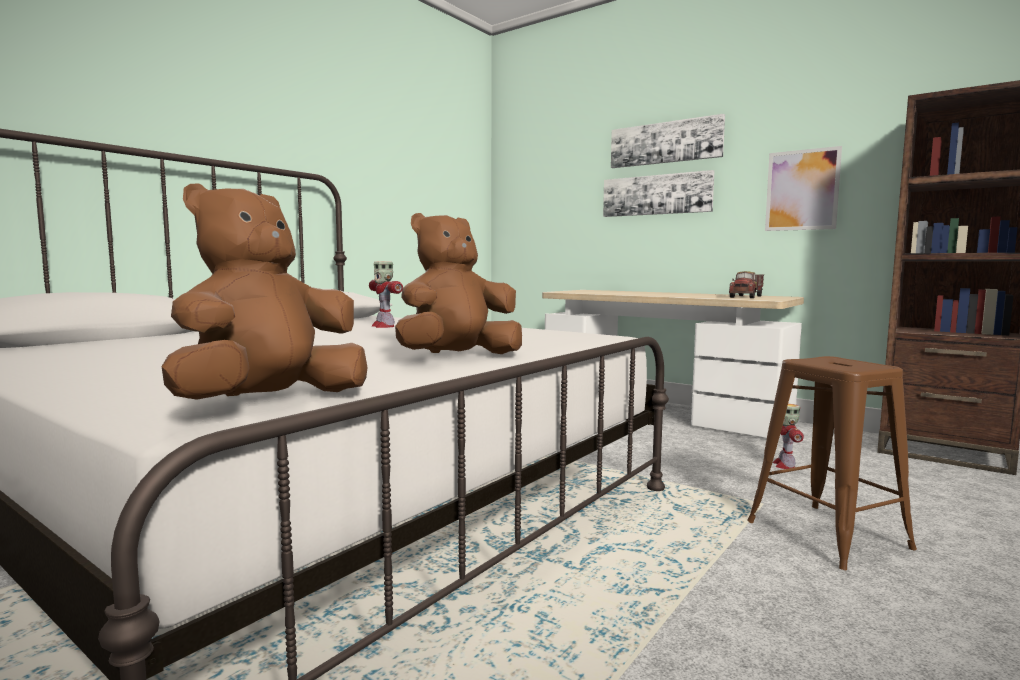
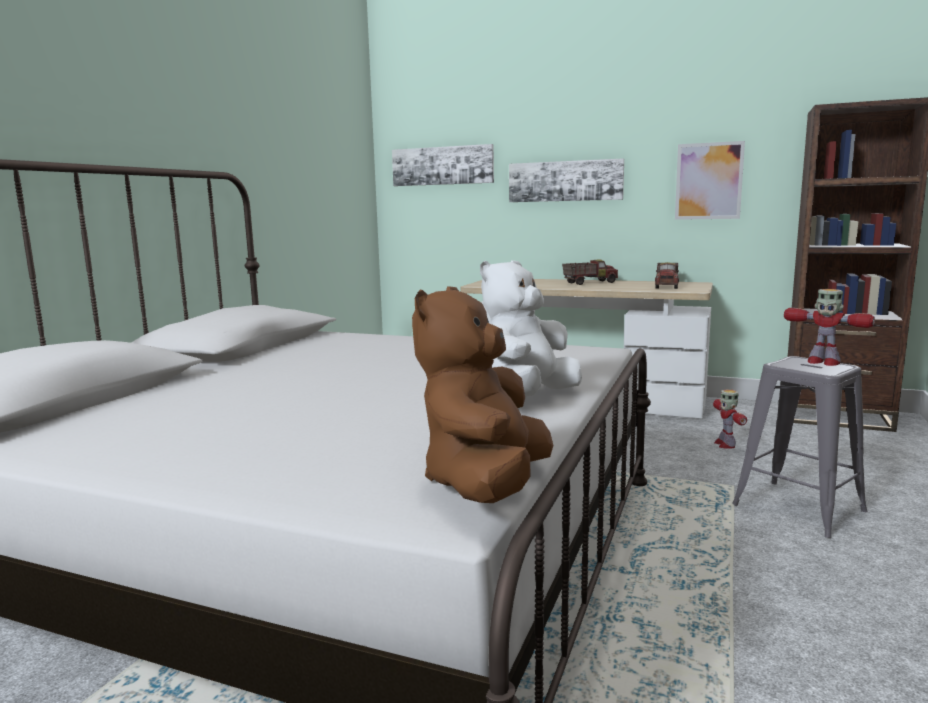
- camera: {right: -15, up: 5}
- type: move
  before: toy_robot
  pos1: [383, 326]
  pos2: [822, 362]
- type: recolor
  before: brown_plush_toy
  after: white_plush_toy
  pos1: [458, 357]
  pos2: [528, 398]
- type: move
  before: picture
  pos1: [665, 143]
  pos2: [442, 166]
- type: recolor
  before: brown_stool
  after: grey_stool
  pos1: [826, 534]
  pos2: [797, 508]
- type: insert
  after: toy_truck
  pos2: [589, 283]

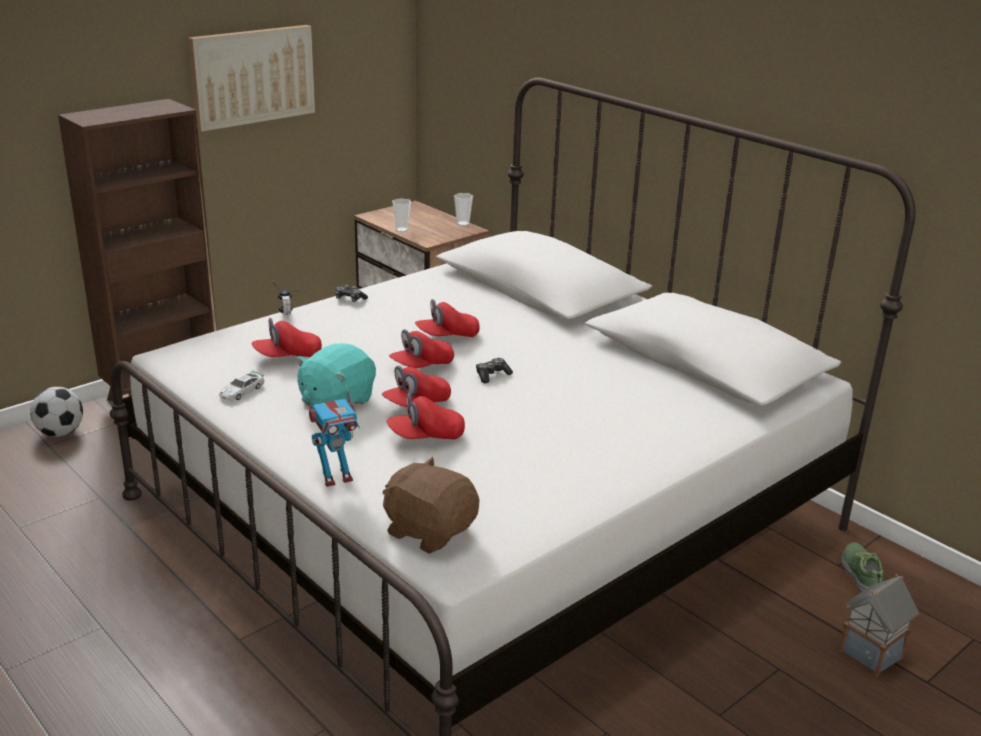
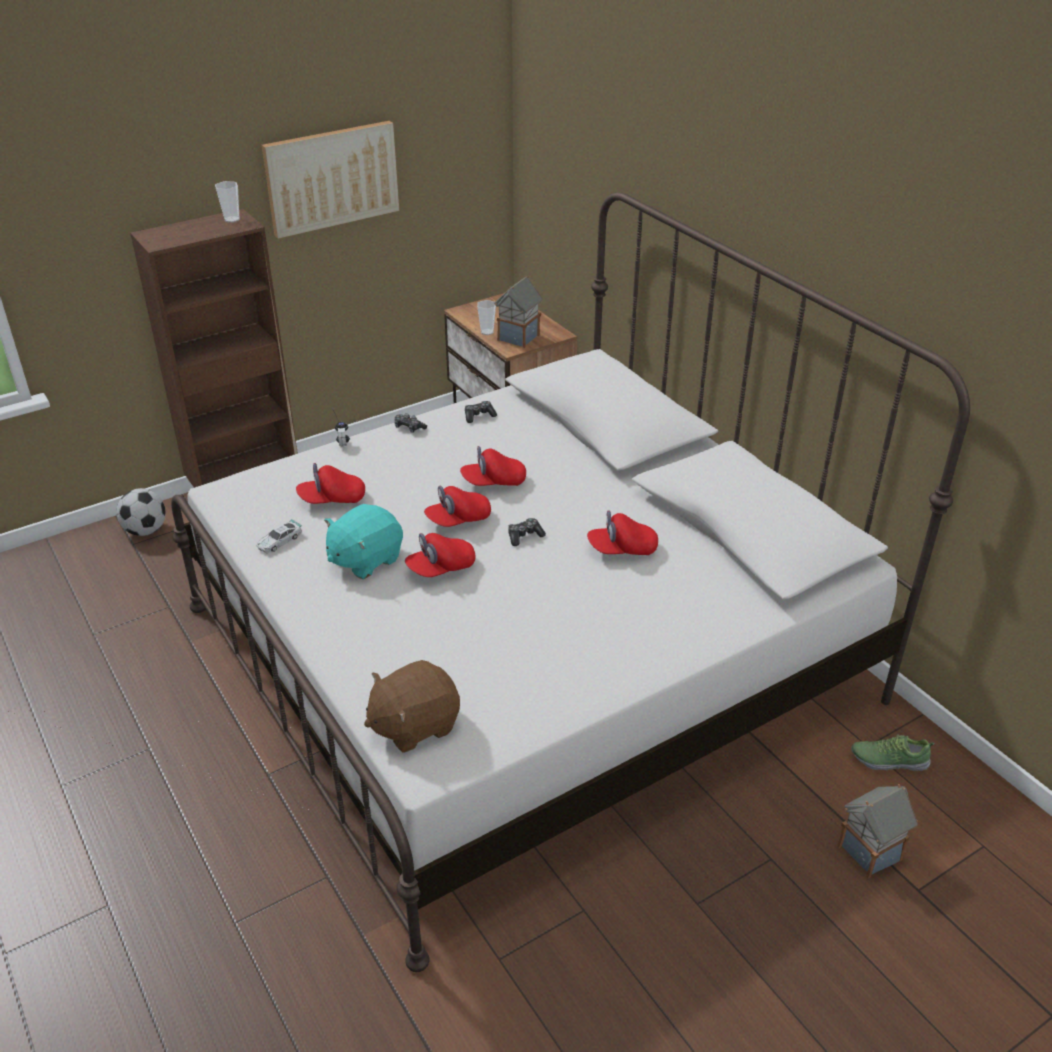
- camera: {right: 10, up: 10}
- type: delete
  before: toy_robot
  pos1: [336, 477]
- type: rotate
  before: brown_plush_toy
  pos1: [429, 531]
  pos2: [414, 725]
  turn: -75
- type: move
  before: red_cap
  pos1: [426, 436]
  pos2: [622, 549]
- type: move
  before: cup
  pos1: [463, 223]
  pos2: [232, 219]
- type: rotate
  before: shoe
  pos1: [862, 575]
  pos2: [888, 760]
  turn: -90
- type: insert
  after: game_controller
  pos2: [479, 416]
- type: insert
  after: toy_house
  pos2: [518, 338]

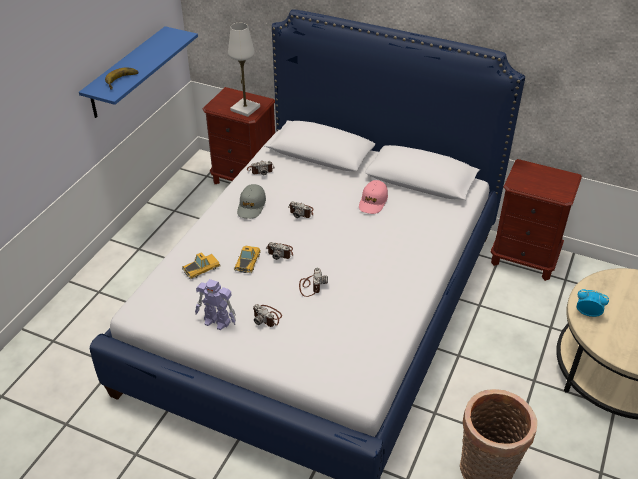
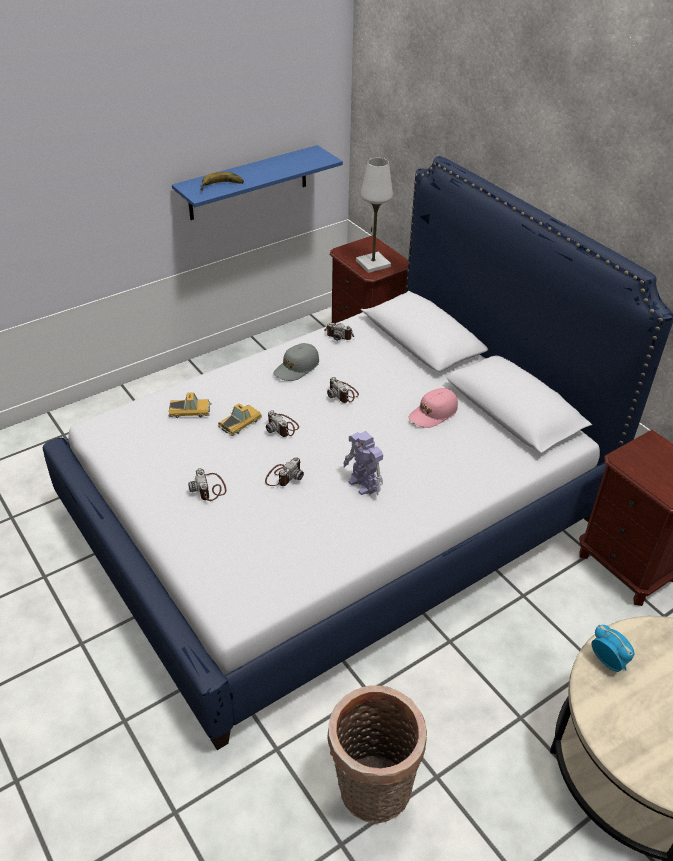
- camera: {right: 30, up: 0}
- type: move
  before: toy_robot
  pos1: [217, 321]
  pos2: [363, 484]

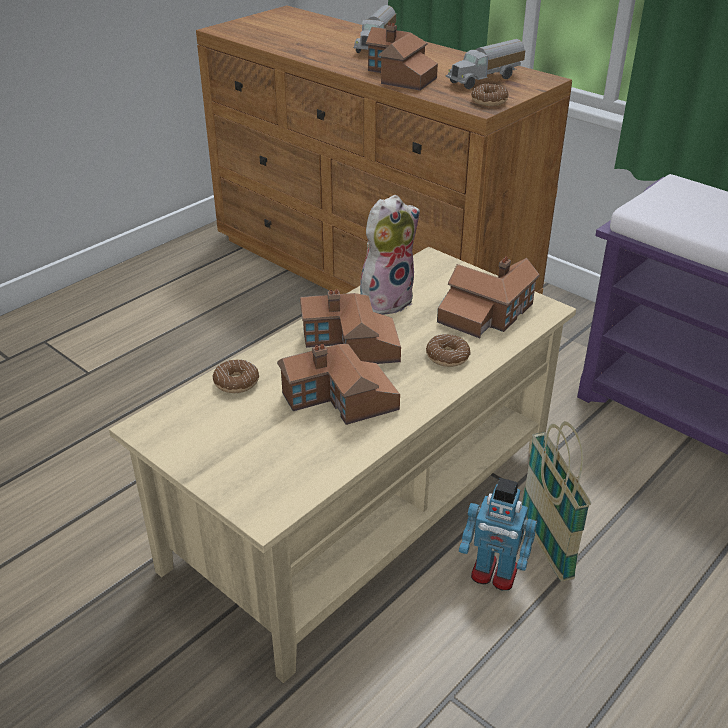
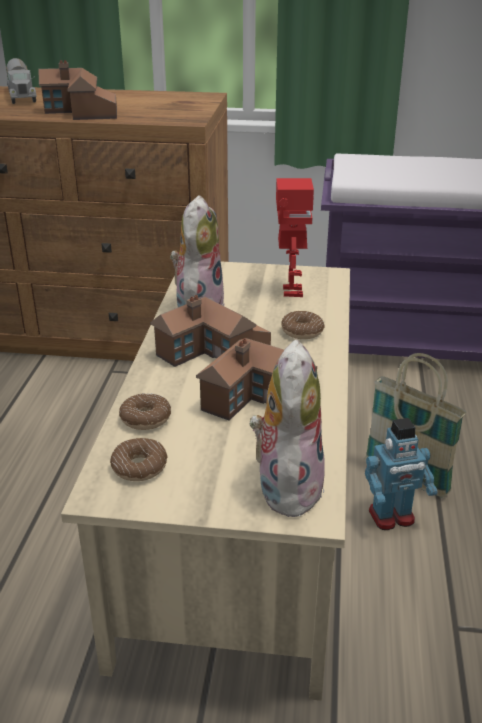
- camera: {right: -35, up: -5}
- type: replace
  before: toy_house
  after: toy_robot
  pos1: [486, 313]
  pos2: [291, 291]
- type: delete
  before: toy_truck
  pos1: [485, 80]
- type: move
  before: donut
  pos1: [489, 101]
  pos2: [139, 467]
- type: insert
  after: plush_toy
  pos2: [286, 485]

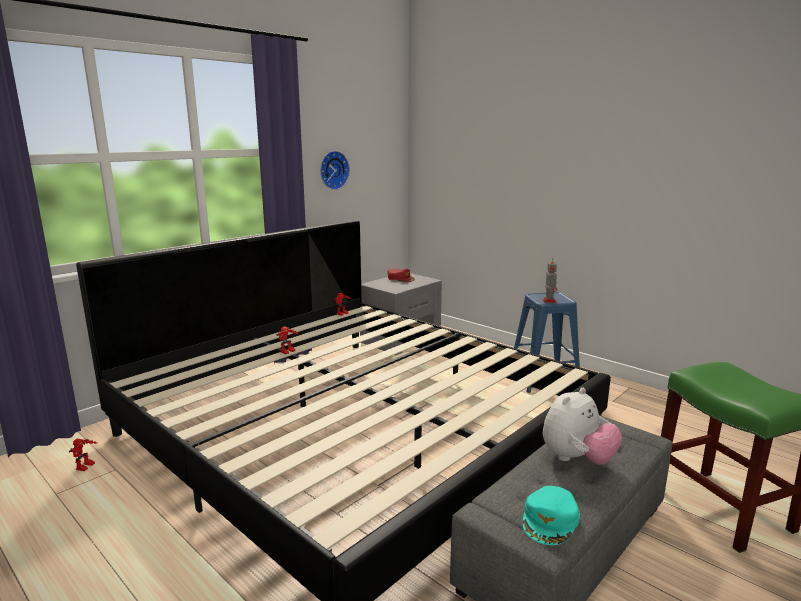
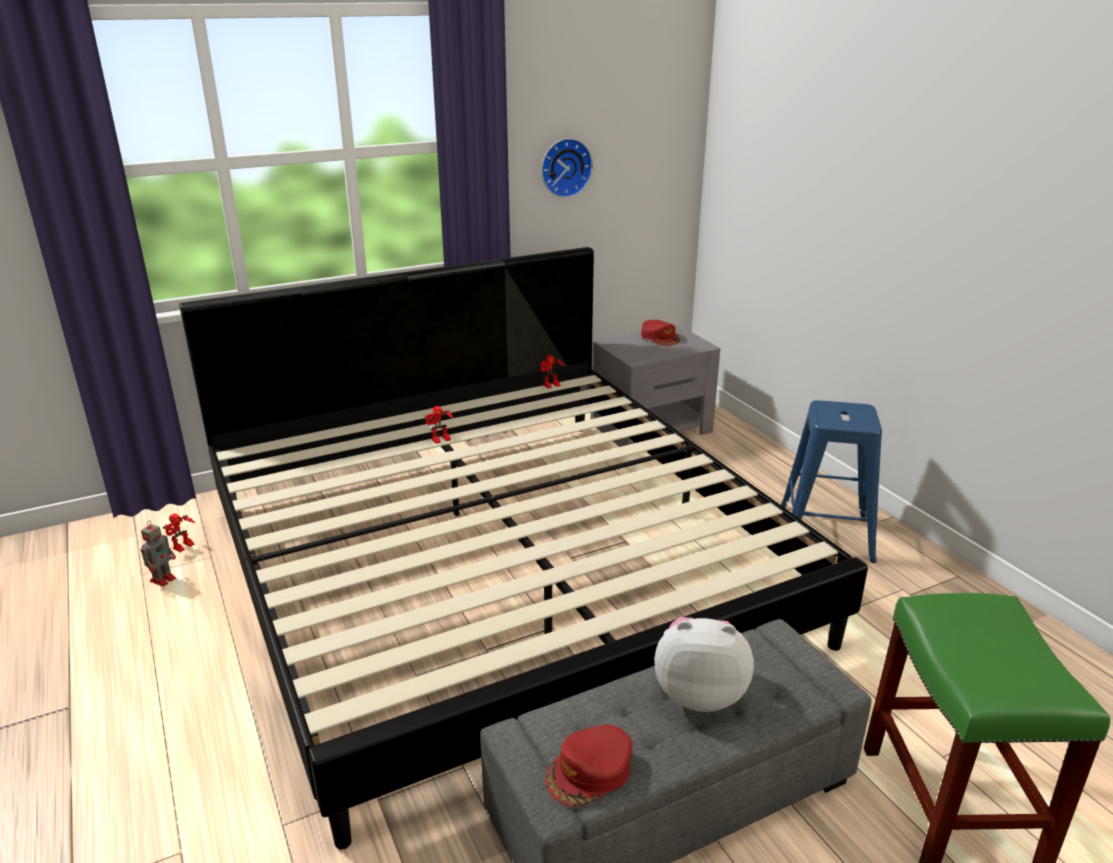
- camera: {right: 20, up: 10}
- type: recolor
  before: turquoise_cap
  after: red_cap
  pos1: [550, 521]
  pos2: [590, 772]
- type: move
  before: toy_robot
  pos1: [549, 300]
  pos2: [164, 579]
- type: rotate
  before: plush_toy
  pos1: [577, 459]
  pos2: [699, 693]
  turn: -150

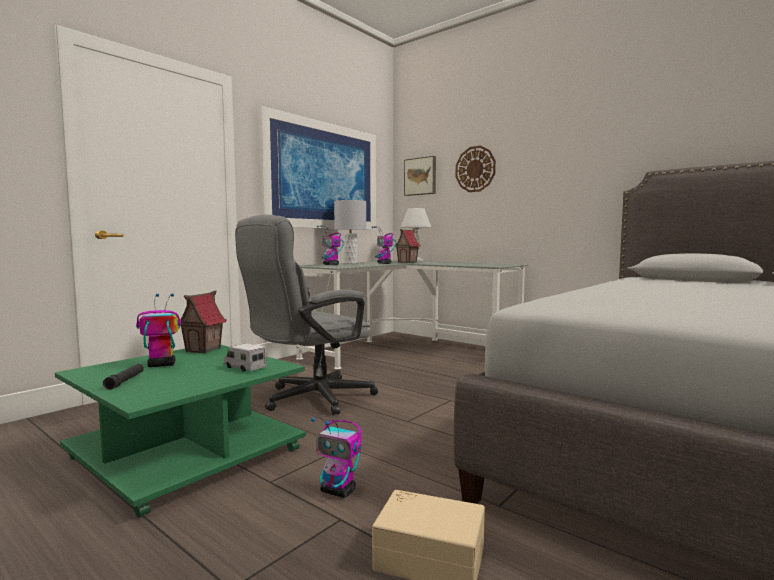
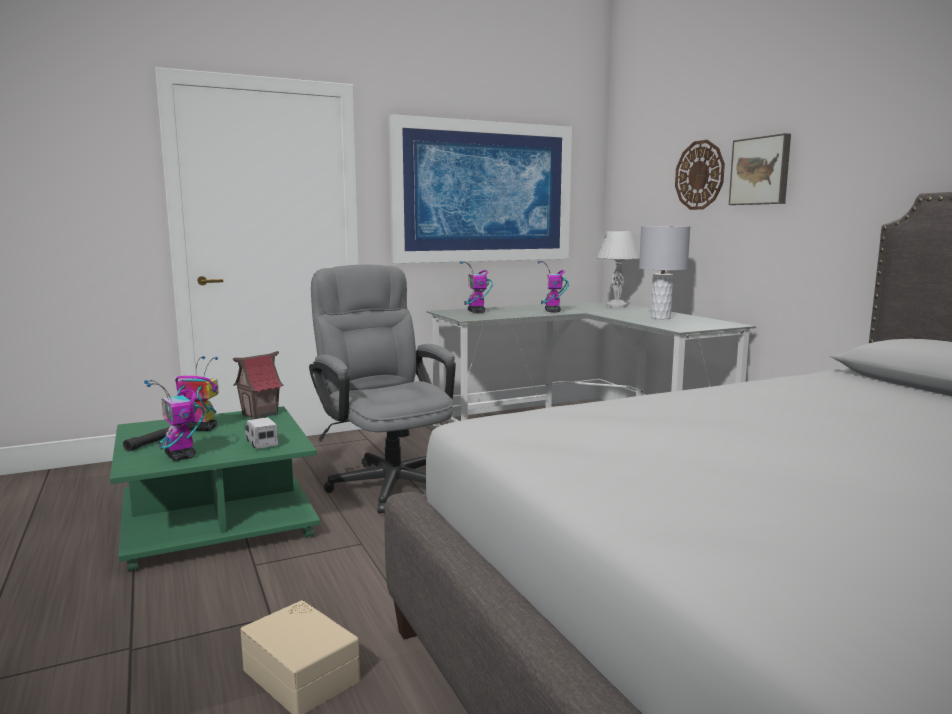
- camera: {right: 25, up: 5}
- type: rotate
  before: grey_office_chair
  pos1: [309, 399]
  pos2: [387, 481]
  turn: 75
- type: move
  before: toy_robot
  pos1: [339, 491]
  pos2: [180, 456]
- type: move
  before: grey_table_lamp
  pos1: [351, 263]
  pos2: [661, 318]
- type: delete
  before: toy_house
  pos1: [407, 262]
- type: move
  before: picture
  pos1: [420, 176]
  pos2: [761, 171]

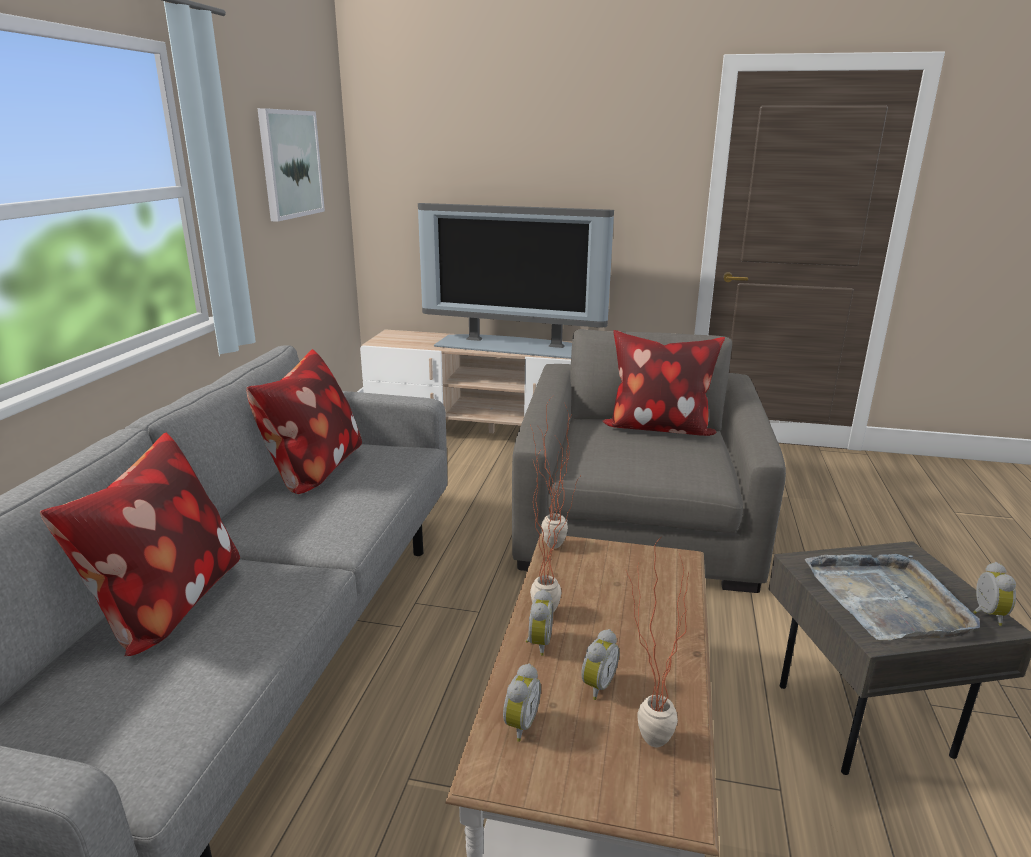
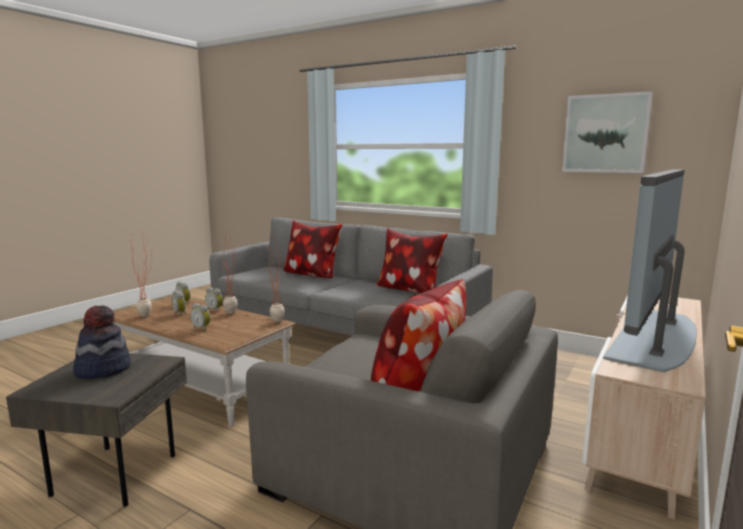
- camera: {right: 110, up: -10}
- type: replace
  before: grey_tray
  after: hat
  pos1: [888, 600]
  pos2: [103, 369]
- type: move
  before: alarm_clock
  pos1: [985, 614]
  pos2: [202, 328]

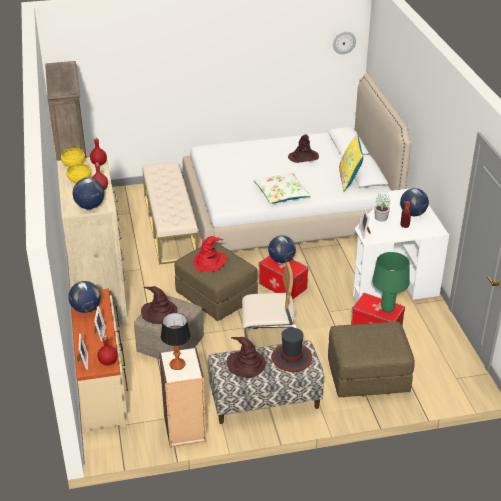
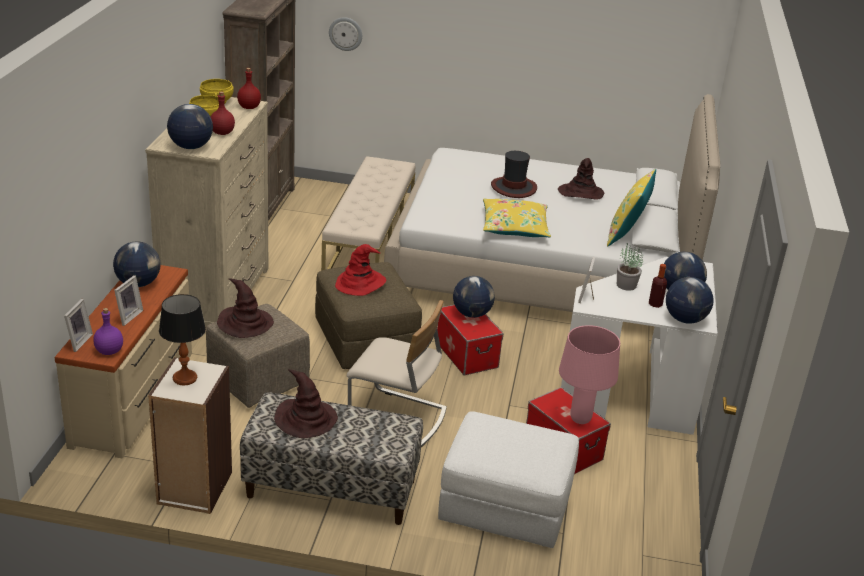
- camera: {right: 20, up: -5}
- type: recolor
  before: red_bottle
  after: purple_bottle
  pos1: [108, 361]
  pos2: [109, 351]
- type: recolor
  before: white_pillow
  after: yellow_pillow
  pos1: [281, 194]
  pos2: [515, 227]
- type: move
  before: hat
  pos1: [291, 358]
  pos2: [513, 188]
- type: recolor
  before: brown_ottoman
  after: white_ottoman
  pos1: [367, 376]
  pos2: [504, 506]
- type: move
  before: wall_clock
  pos1: [344, 42]
  pos2: [345, 33]
- type: recolor
  before: green_table_lamp
  after: pink_table_lamp
  pos1: [387, 309]
  pos2: [581, 419]
- type: insert
  after: globe
  pos2: [685, 319]

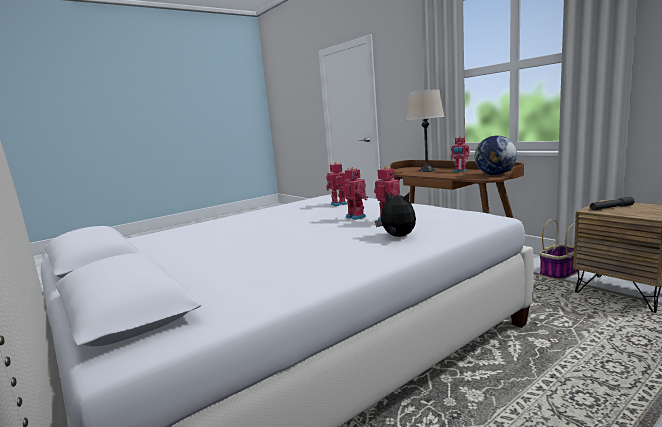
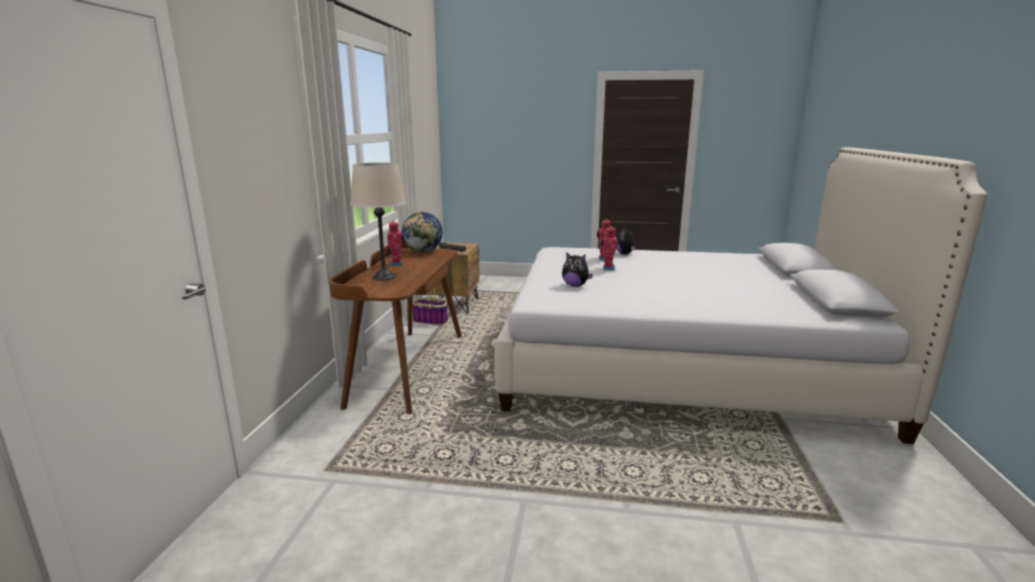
- camera: {right: -135, up: 5}
- type: replace
  before: toy_robot
  after: plush_toy
  pos1: [338, 204]
  pos2: [575, 285]

